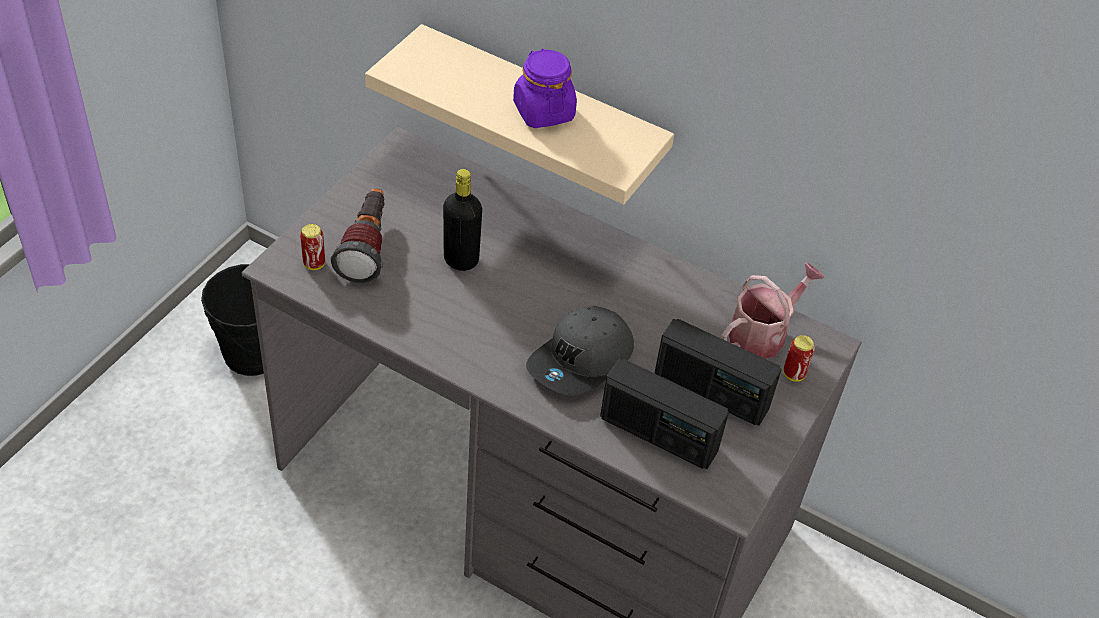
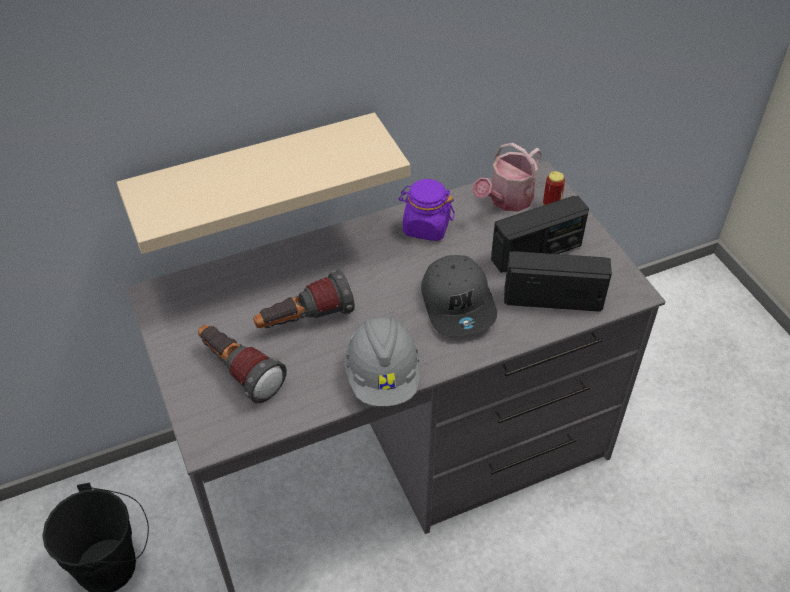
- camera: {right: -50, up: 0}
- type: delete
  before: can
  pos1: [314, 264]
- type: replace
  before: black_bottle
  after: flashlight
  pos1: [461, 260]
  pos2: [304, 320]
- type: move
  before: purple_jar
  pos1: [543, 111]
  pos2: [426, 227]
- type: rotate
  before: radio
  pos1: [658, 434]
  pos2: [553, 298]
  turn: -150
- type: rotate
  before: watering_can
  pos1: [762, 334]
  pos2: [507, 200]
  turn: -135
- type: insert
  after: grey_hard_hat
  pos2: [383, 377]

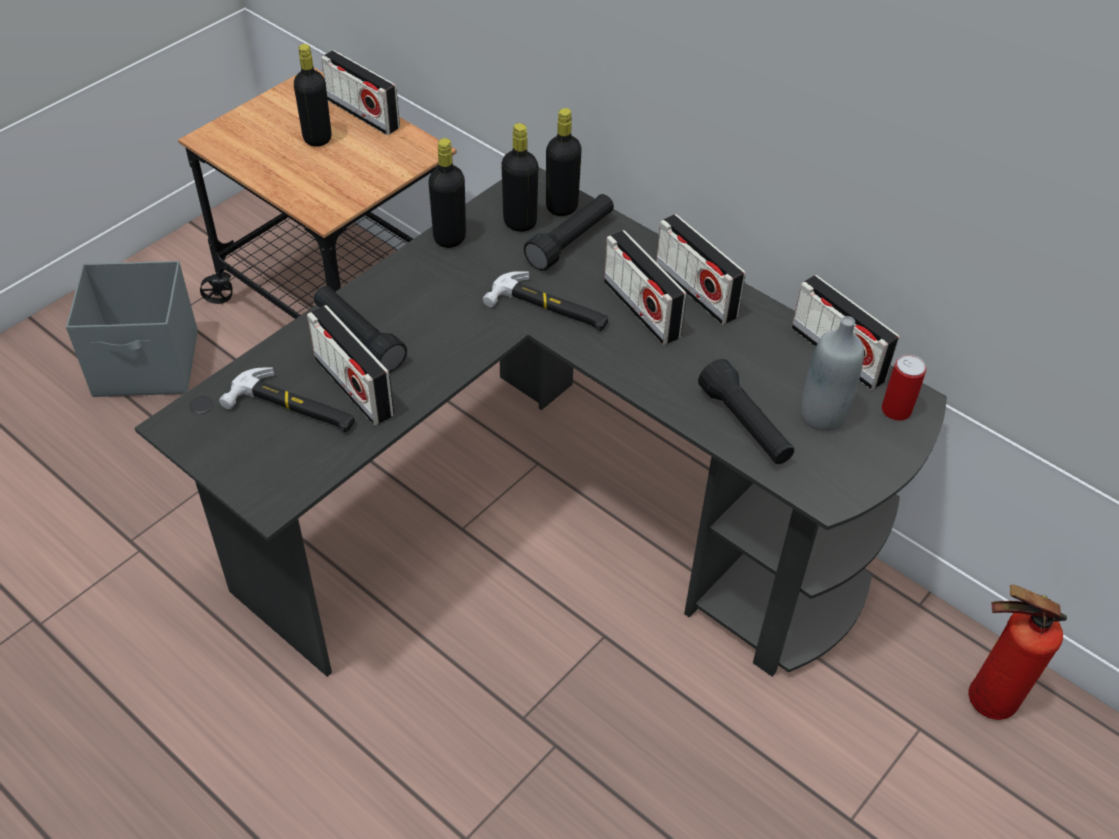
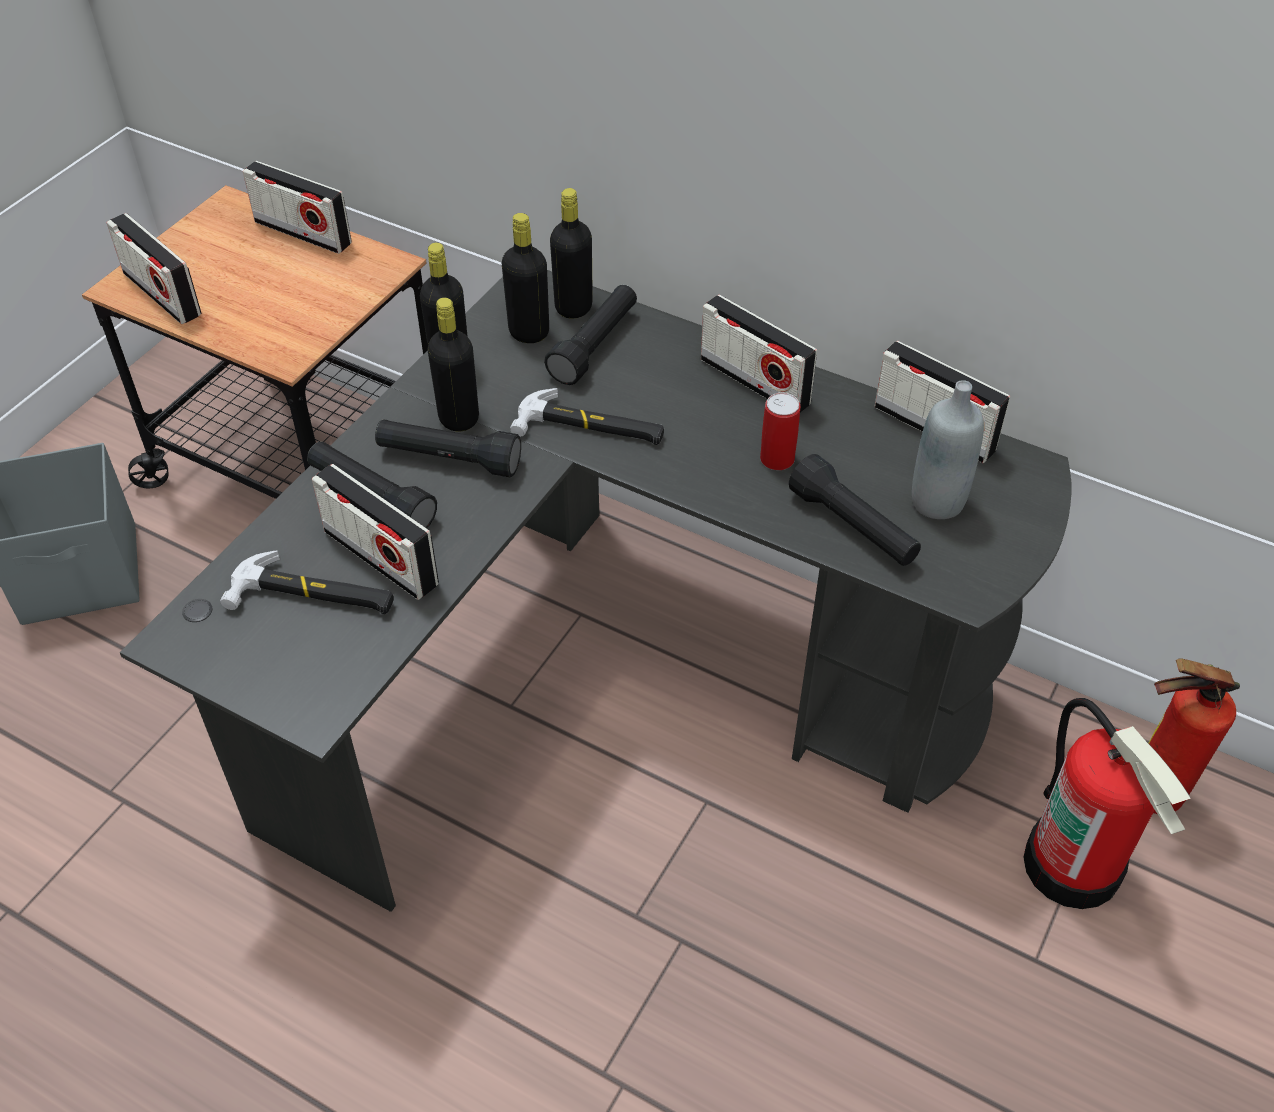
- camera: {right: -10, up: 0}
- type: move
  before: black_bottle
  pos1: [317, 138]
  pos2: [459, 418]
- type: move
  before: radio
  pos1: [641, 309]
  pos2: [162, 294]
- type: move
  before: can
  pos1: [896, 410]
  pos2: [777, 459]
- type: insert
  after: black_flashlight
  pos2: [449, 459]
- type: insert
  after: fire_extinguisher
  pos2: [1074, 865]

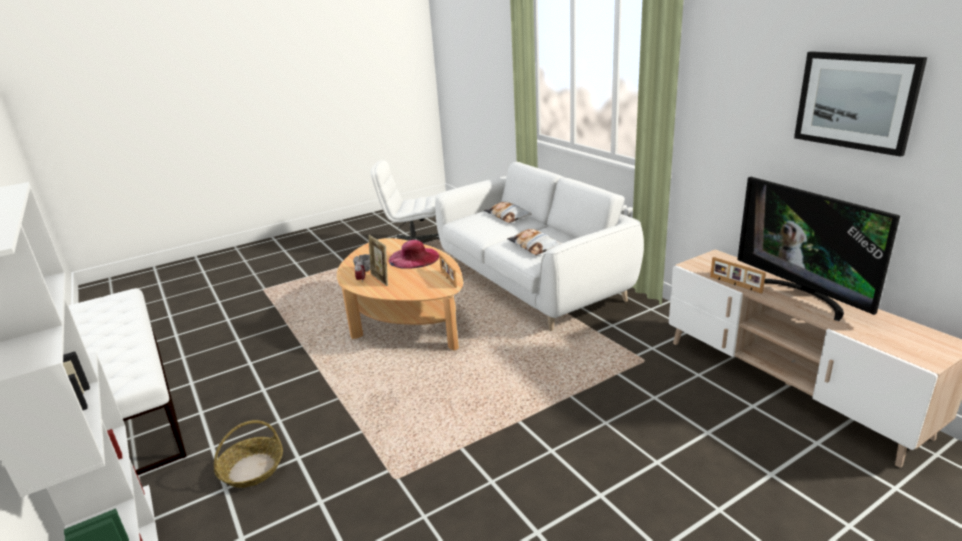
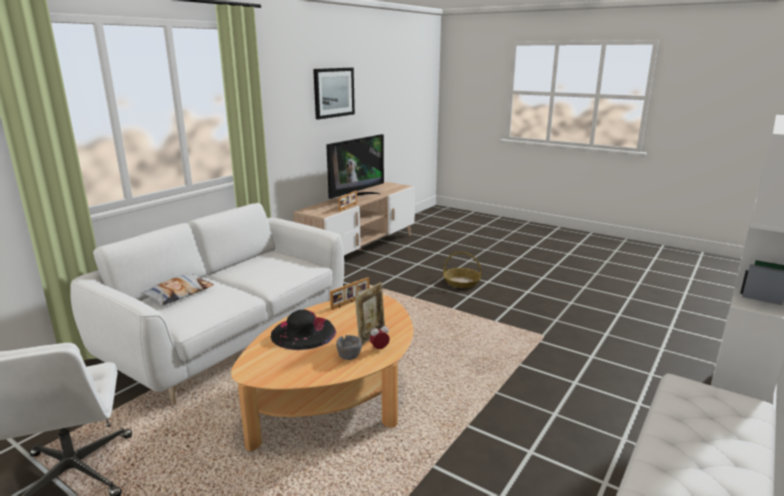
- camera: {right: -115, up: -5}
- type: move
  before: basket
  pos1: [251, 469]
  pos2: [462, 282]
- type: recolor
  before: pink_hat
  after: black_hat
  pos1: [414, 258]
  pos2: [303, 333]
- type: delete
  before: pillow
  pos1: [534, 246]

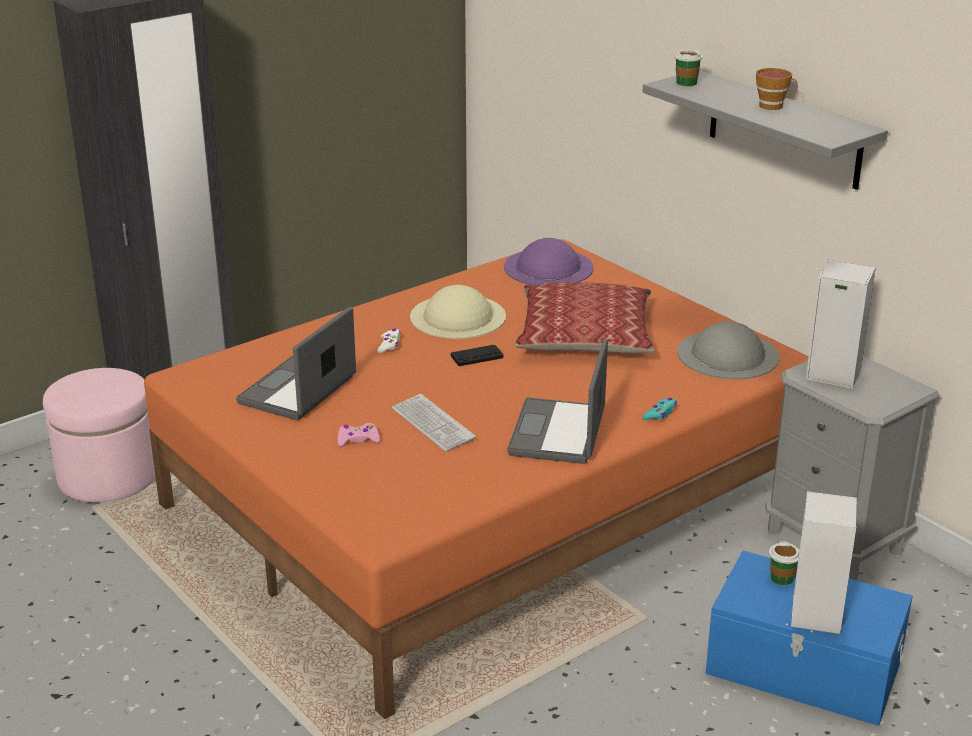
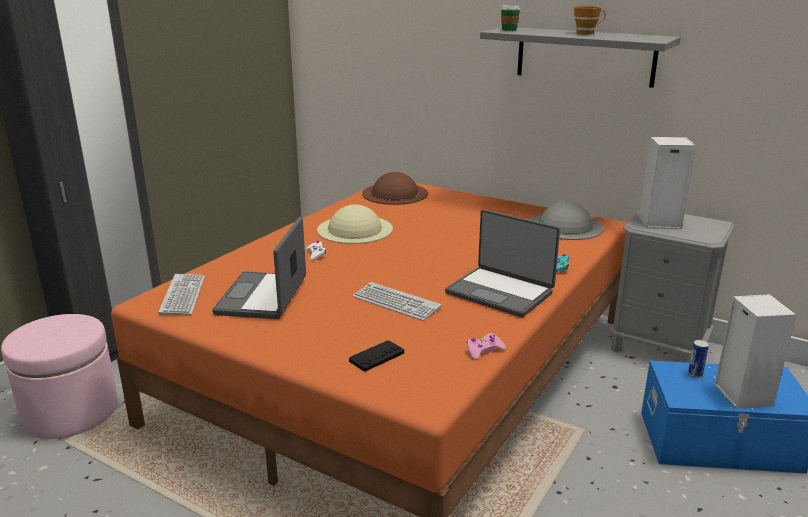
- camera: {right: -20, up: -5}
- type: move
  before: pink_game_controller
  pos1: [358, 439]
  pos2: [484, 351]
- type: move
  before: black_game_controller
  pos1: [477, 356]
  pos2: [376, 357]
- type: recolor
  before: purple_hat
  after: brown_hat
  pos1: [548, 267]
  pos2: [395, 193]
- type: rotate
  before: laptop
  pos1: [559, 433]
  pos2: [500, 292]
  turn: -45
- type: delete
  before: pillow
  pos1: [584, 335]
- type: replace
  before: cup
  after: can
  pos1: [782, 578]
  pos2: [695, 374]
- type: insert
  after: keyboard
  pos2: [183, 295]

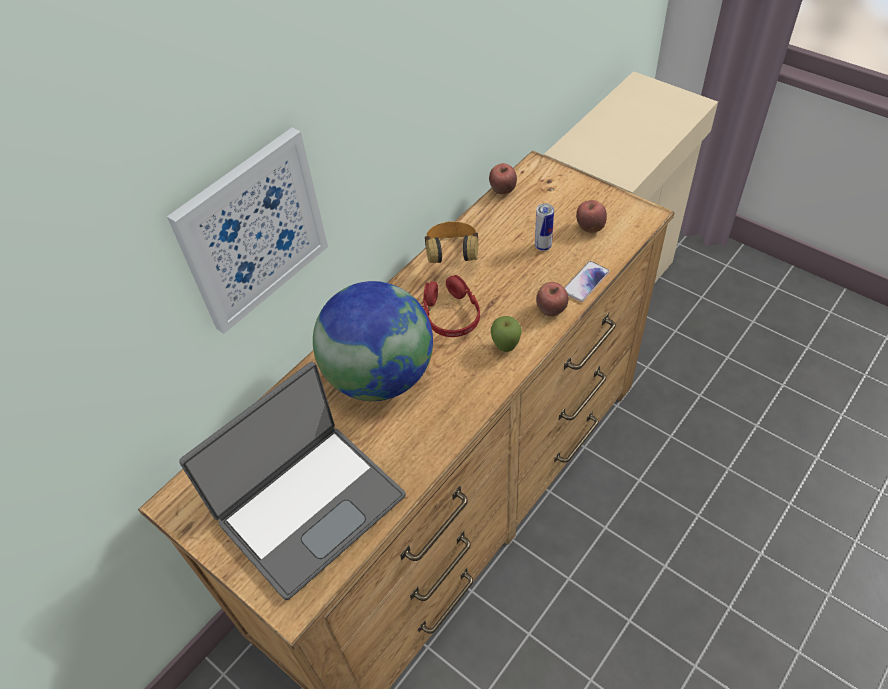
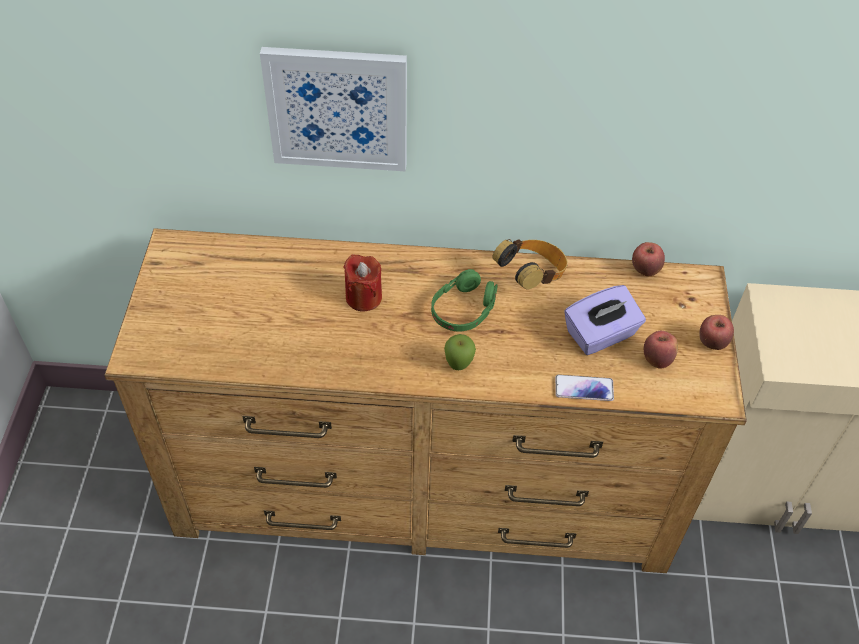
- camera: {right: 50, up: 0}
- type: delete
  before: laptop
  pos1: [310, 507]
- type: replace
  before: globe
  after: red_candle
  pos1: [380, 376]
  pos2: [363, 297]
- type: recolor
  before: red_headphones
  after: green_headphones
  pos1: [450, 315]
  pos2: [463, 309]
- type: replace
  before: can
  after: purple_tissue_box
  pos1: [543, 246]
  pos2: [600, 335]
- type: move
  before: apple
  pos1: [551, 310]
  pos2: [712, 343]

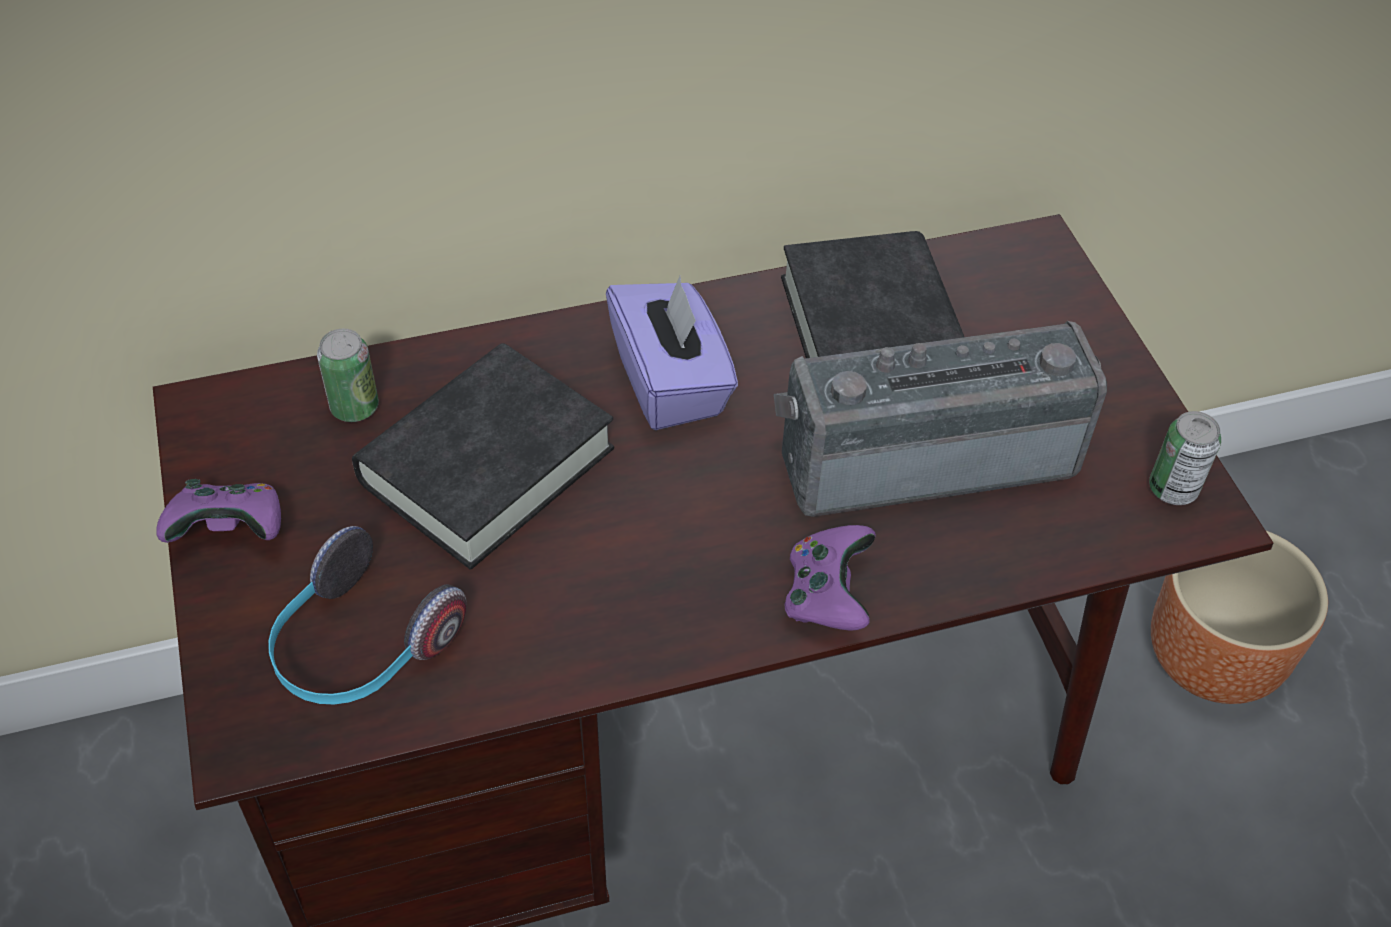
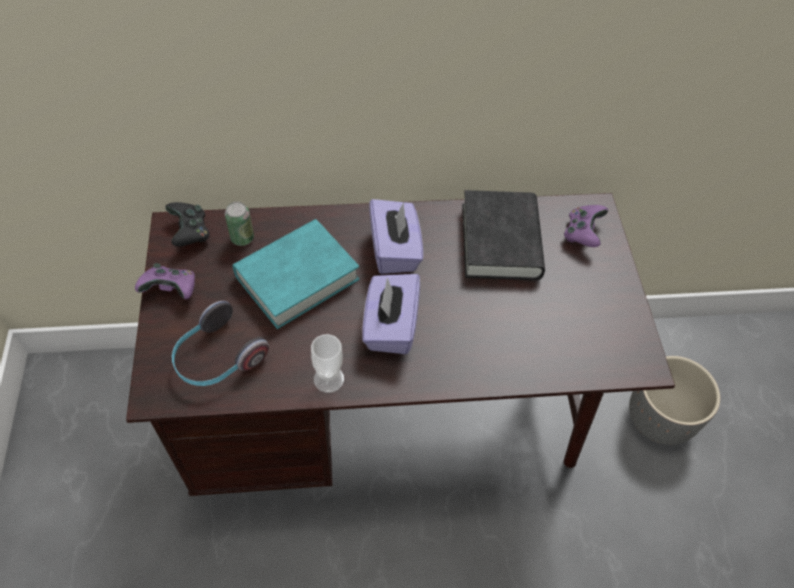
- camera: {right: 10, up: 5}
- type: recolor
  before: black_book
  after: turquoise_book
  pos1: [487, 465]
  pos2: [297, 278]
- type: delete
  before: radio
  pos1: [925, 453]
- type: move
  before: purple_game_controller
  pos1: [827, 596]
  pos2: [582, 233]
- type: delete
  before: can
  pos1: [1172, 489]
- type: recolor
  before: brown_planter
  after: grey_planter
  pos1: [1210, 658]
  pos2: [658, 418]
- type: insert
  after: black_game_controller
  pos2: [190, 233]
- type: insert
  after: cup
  pos2: [328, 379]
- type: insert
  after: purple_tissue_box
  pos2: [390, 327]

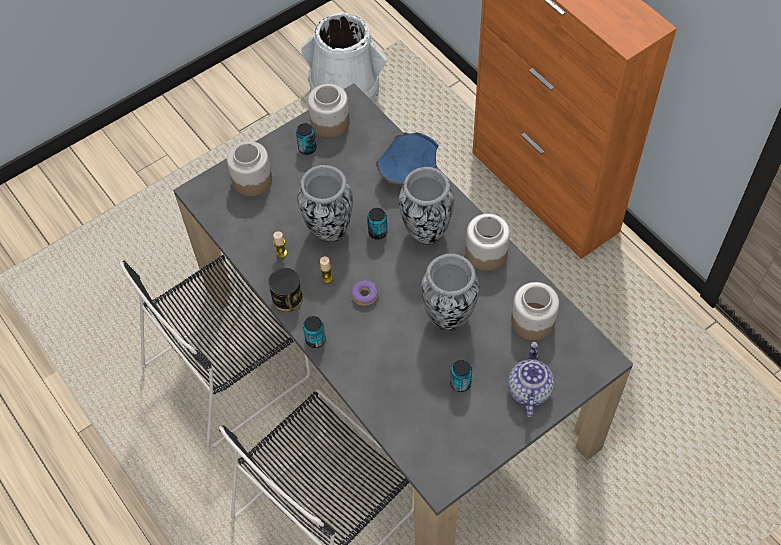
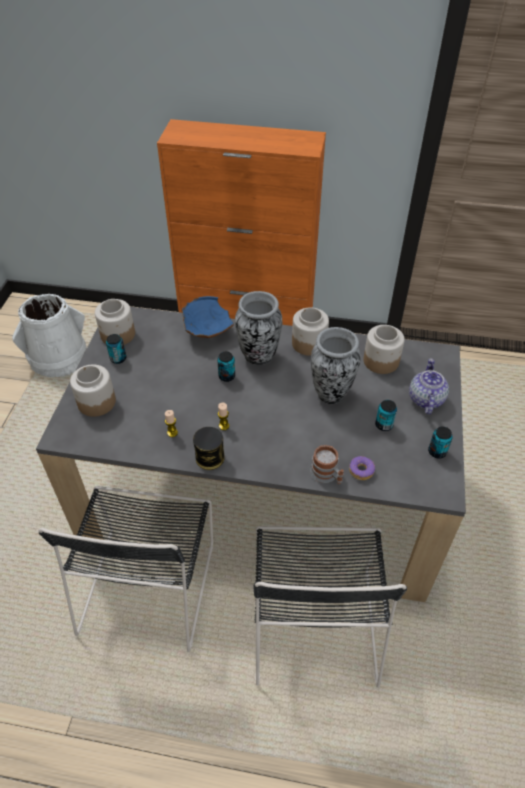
- camera: {right: -45, up: -10}
- type: delete
  before: vase
  pos1: [329, 231]
- type: move
  before: can
  pos1: [315, 340]
  pos2: [437, 452]
- type: move
  before: donut
  pos1: [365, 295]
  pos2: [361, 470]
- type: rotate
  before: teapot
  pos1: [528, 389]
  pos2: [425, 399]
  turn: 45
- type: insert
  after: mug
  pos2: [327, 475]

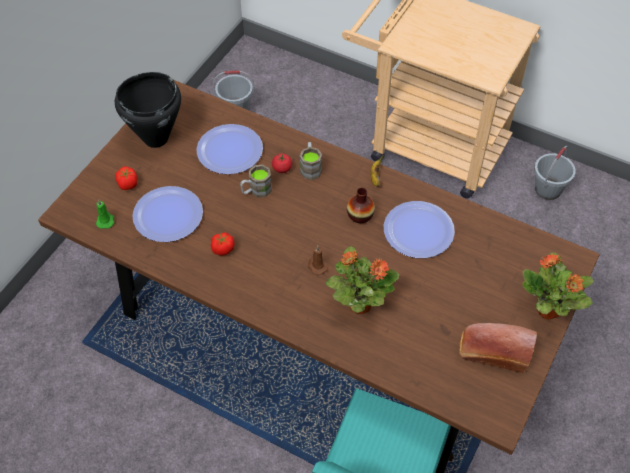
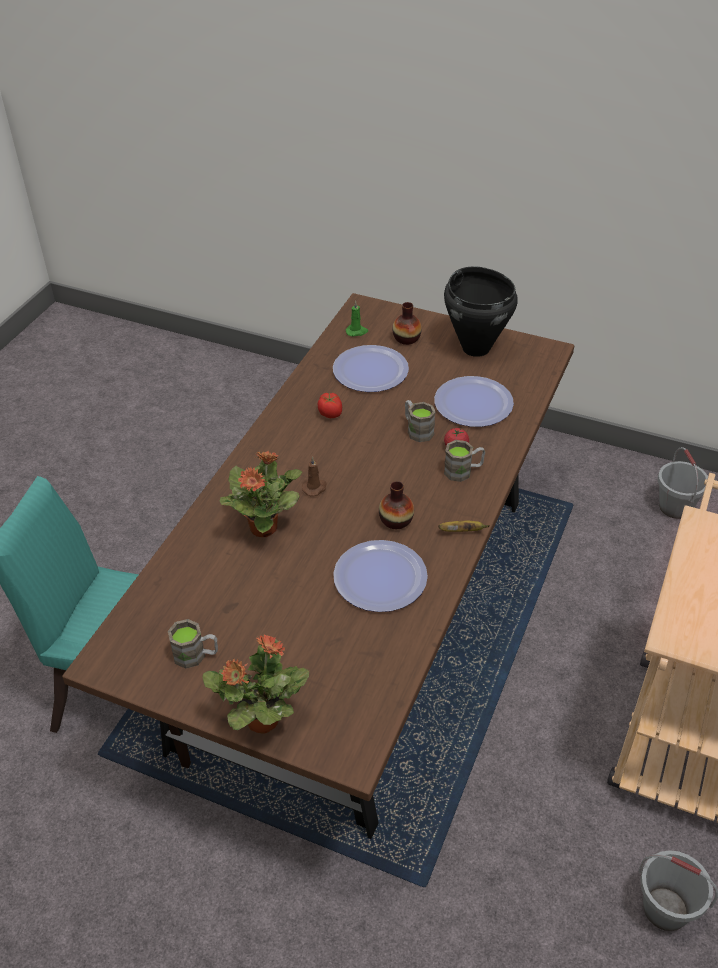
- camera: {right: 85, up: -10}
- type: replace
  before: tomato
  after: vase
  pos1: [127, 184]
  pos2: [406, 338]
- type: replace
  before: bread
  after: brown_mug
  pos1: [492, 352]
  pos2: [196, 655]

